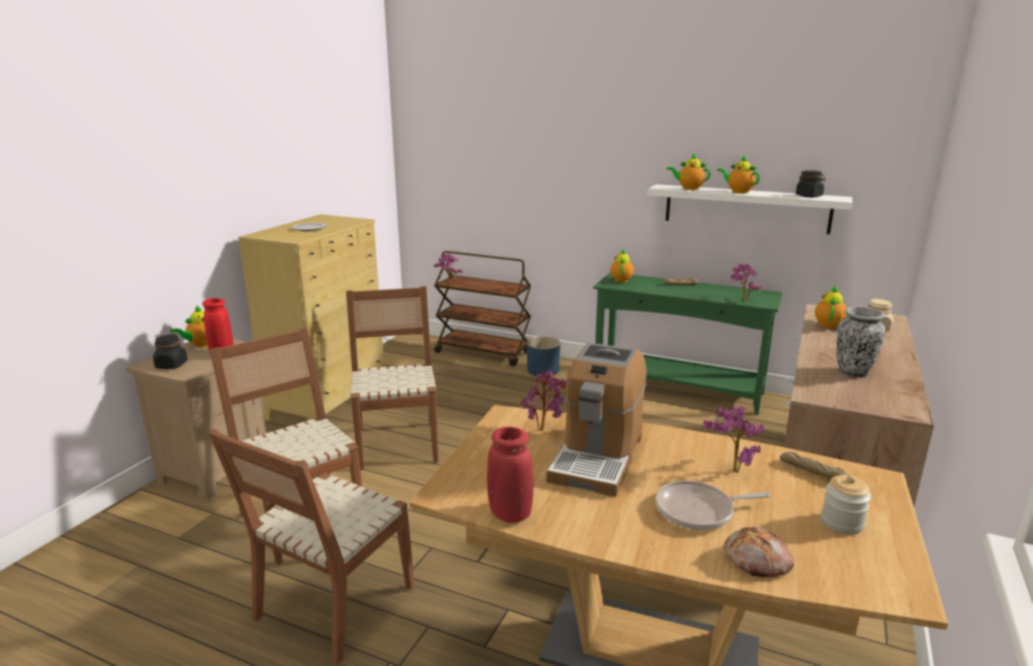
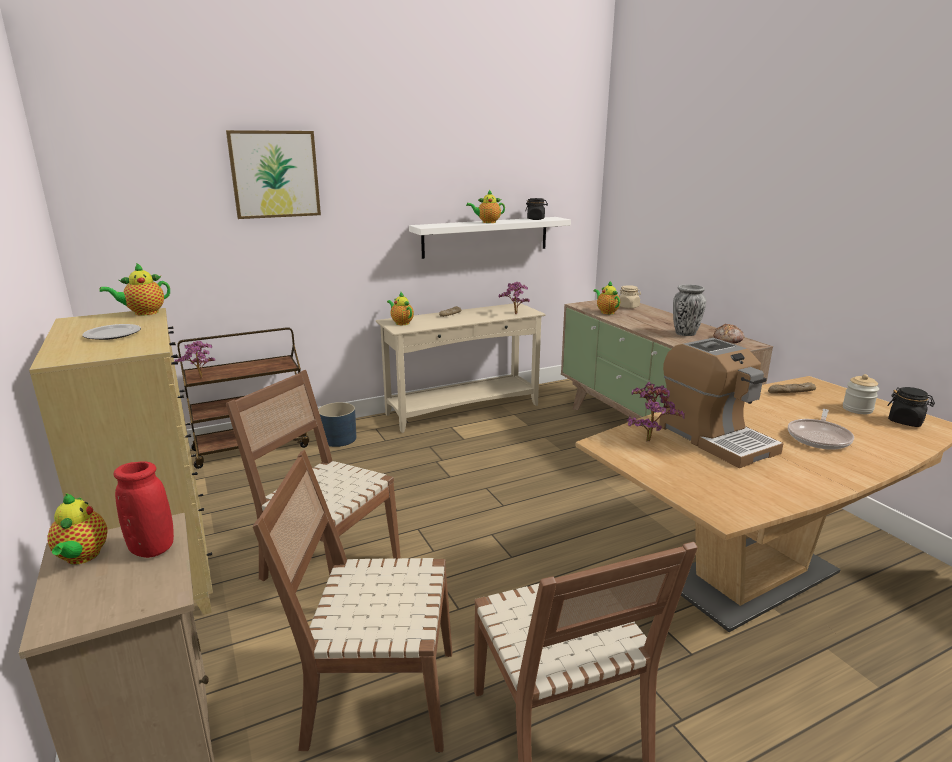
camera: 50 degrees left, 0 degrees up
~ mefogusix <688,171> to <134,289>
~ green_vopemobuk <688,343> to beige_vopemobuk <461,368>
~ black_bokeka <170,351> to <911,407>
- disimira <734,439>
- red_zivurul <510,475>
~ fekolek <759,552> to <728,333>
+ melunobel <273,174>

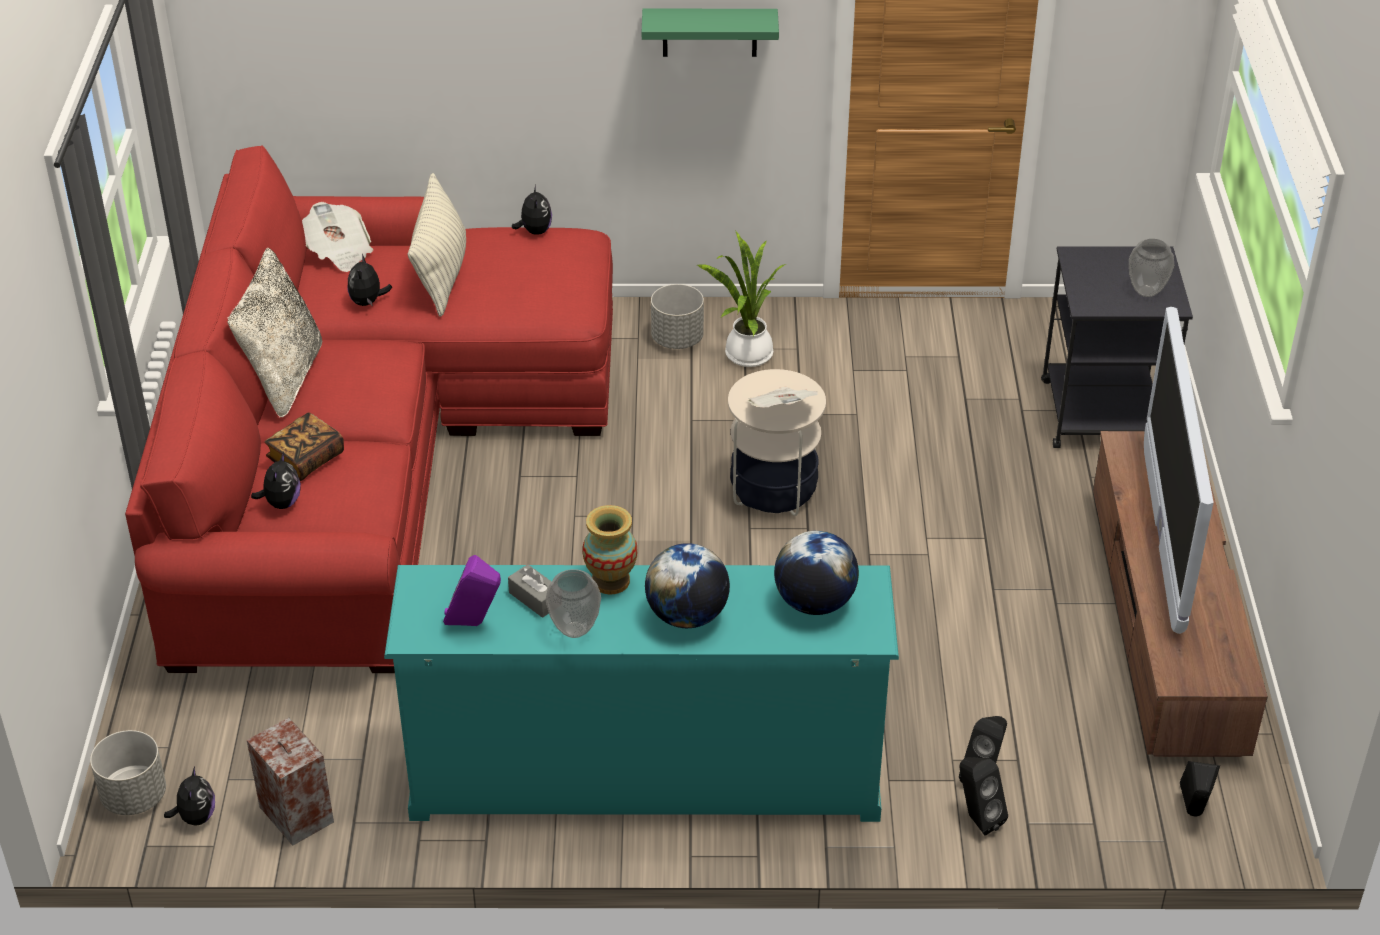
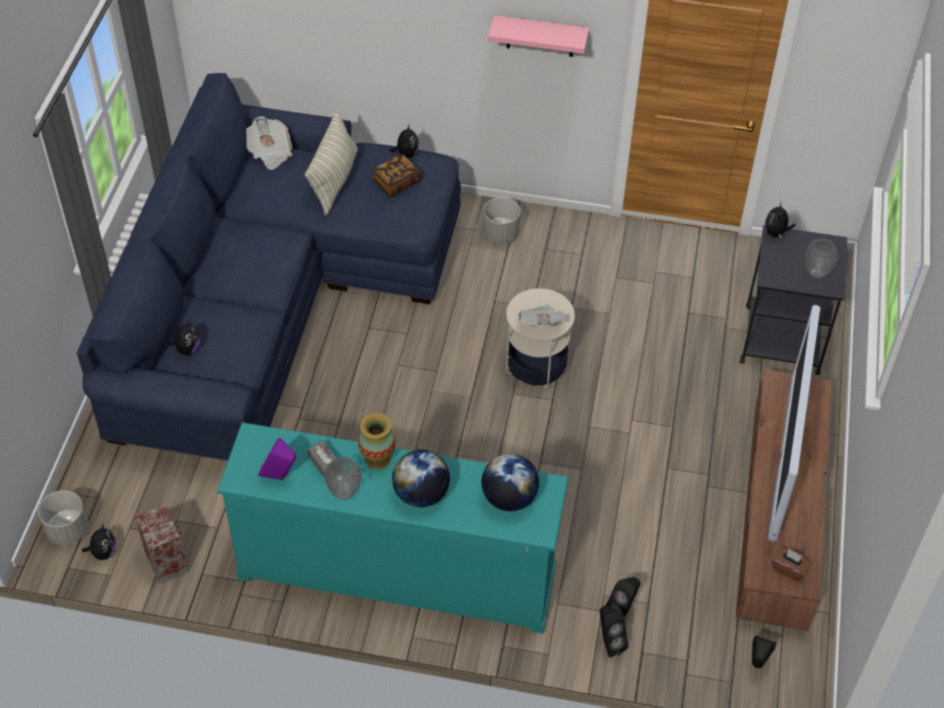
camera: 10 degrees right, 10 degrees up
~ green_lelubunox <710,33> to pink_lelubunox <538,36>
~ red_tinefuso <369,409> to blue_tinefuso <269,267>
- disimira <742,298>
- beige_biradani <274,333>
~ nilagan <370,280> to <780,220>
~ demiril <304,447> to <396,176>
+ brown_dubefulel <791,564>

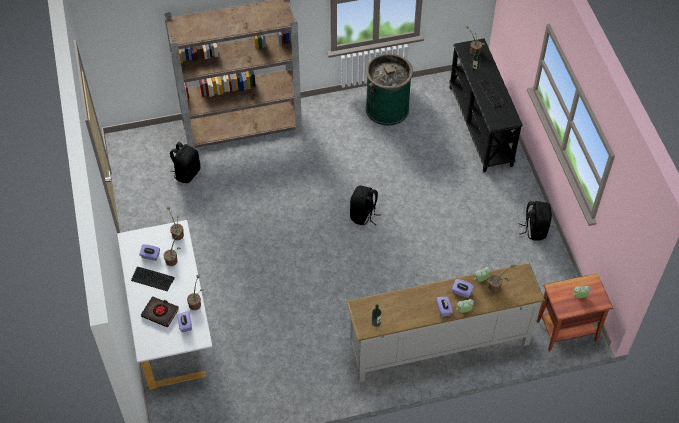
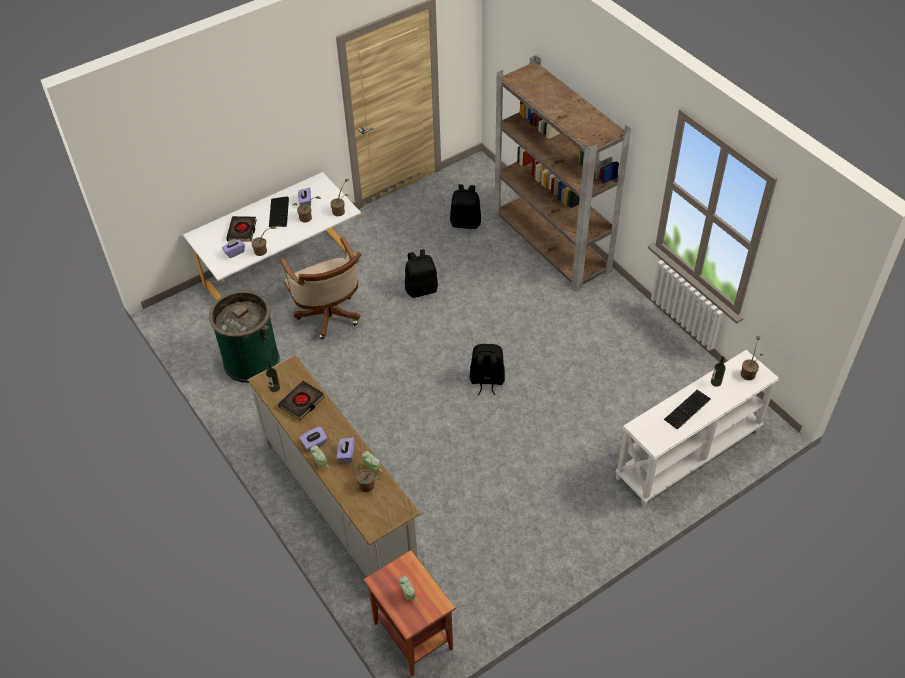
camera: 70 degrees right, 5 degrees down
~ black_vopemobuk <486,105> to white_vopemobuk <697,429>
~ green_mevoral <389,89> to <244,336>
~ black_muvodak <535,221> to <421,273>
+ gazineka <321,288>
+ black_demiril <301,400>

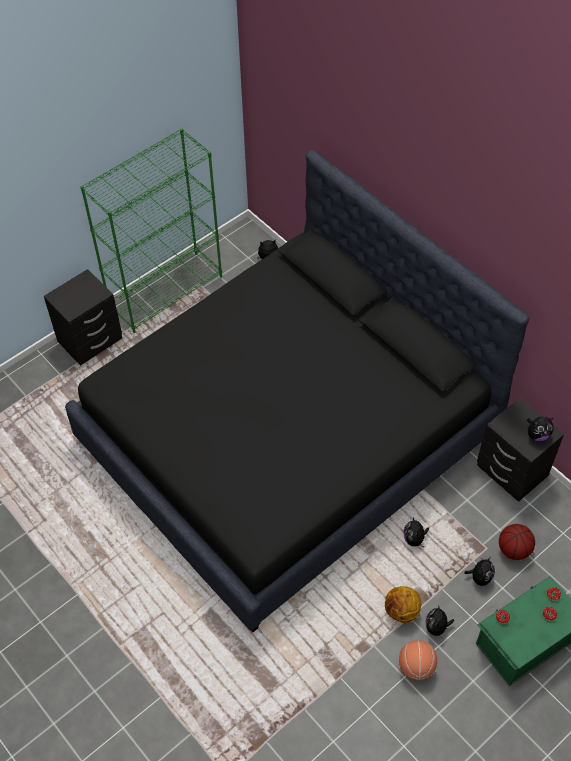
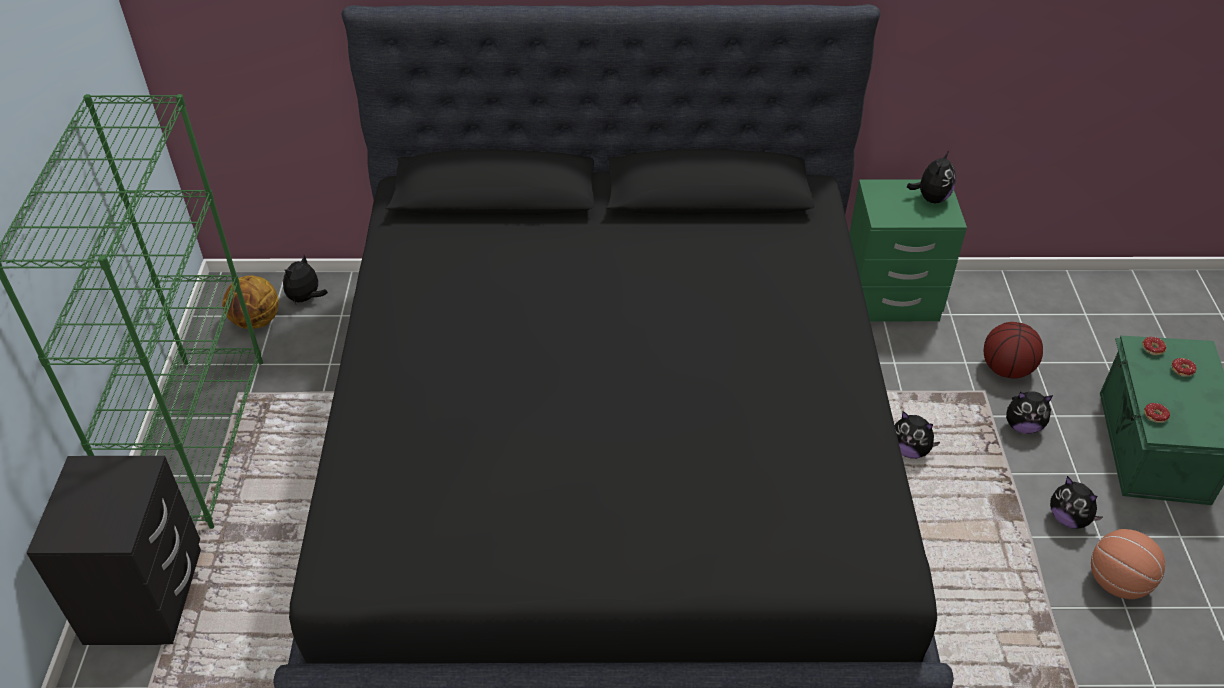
camera: 50 degrees left, 10 degrees down
~ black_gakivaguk <520,450> to green_gakivaguk <908,250>
~ nilagan <479,572> = <1029,413> 120 degrees clockwise
~ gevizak <403,604> to <250,302>

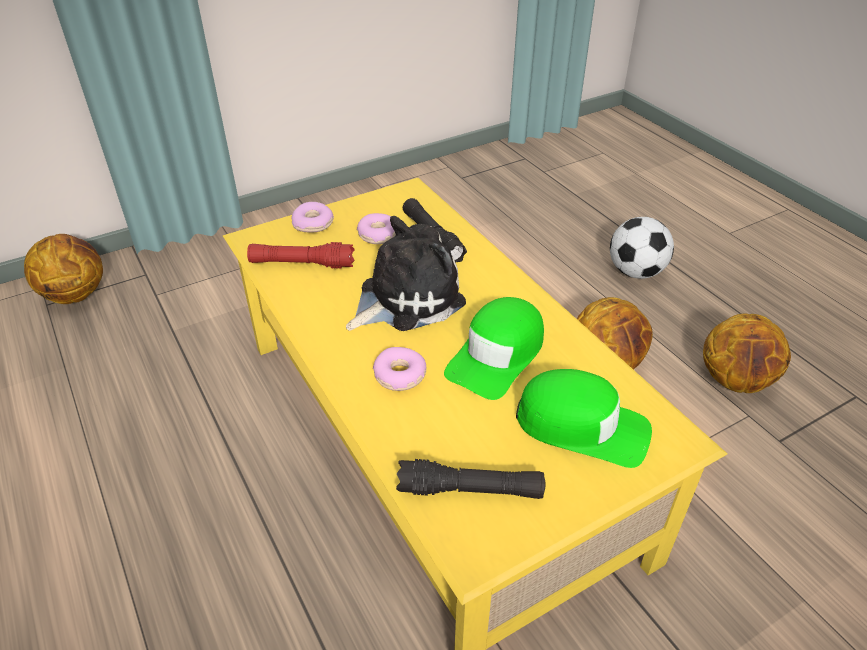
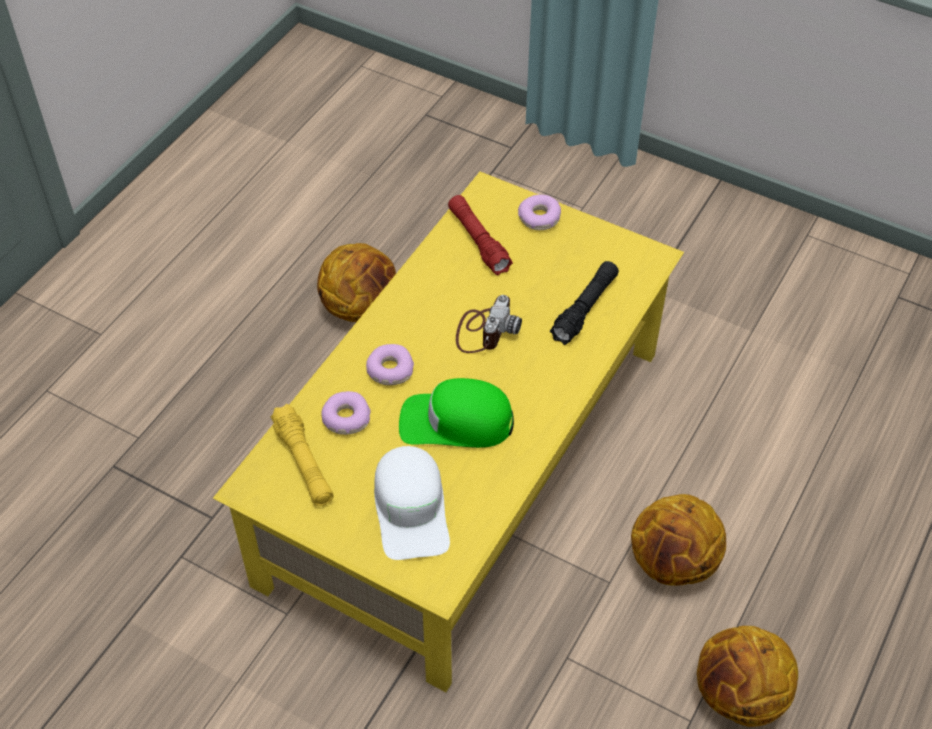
camera: 60 degrees right, 10 degrees up
~ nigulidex <376,228> to <346,413>
~ nilagan <406,273> to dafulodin <489,324>
- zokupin <642,248>
~ gevizak <63,269> to <356,282>
~ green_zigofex <584,418> to white_zigofex <412,503>
~ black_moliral <470,479> to yellow_moliral <302,455>

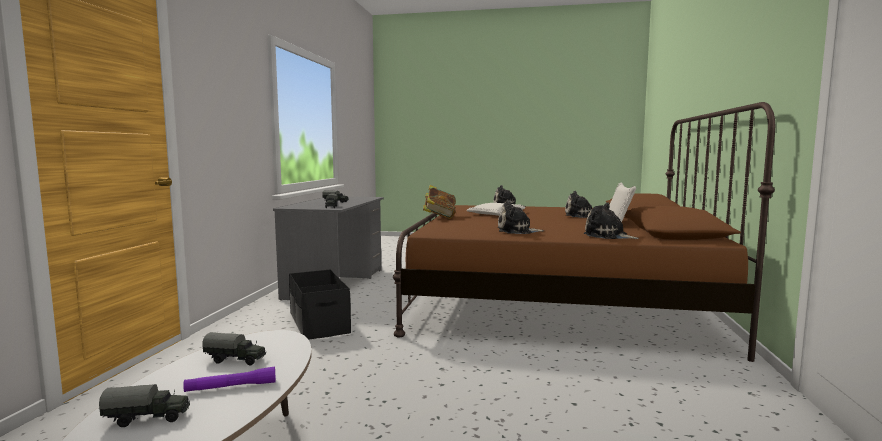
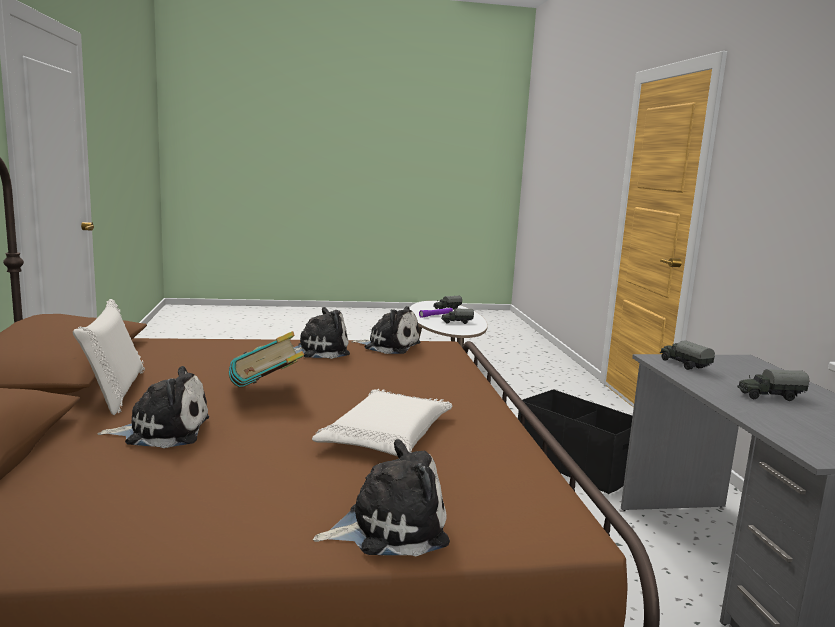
camera: 160 degrees right, 5 degrees up
~ demiril <439,202> to <266,359>
~ nilagan <611,220> to <386,330>

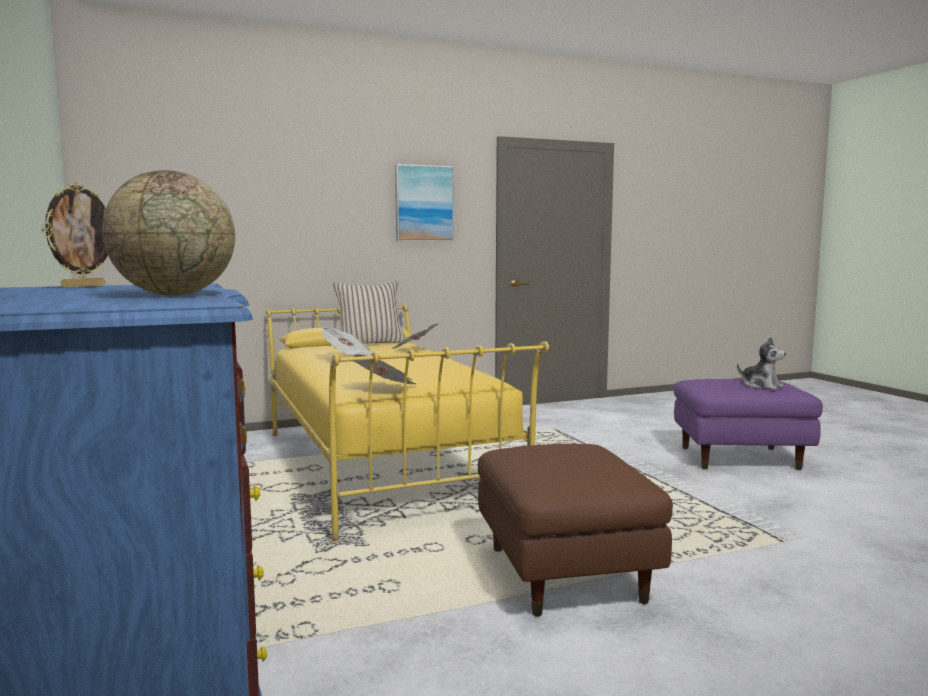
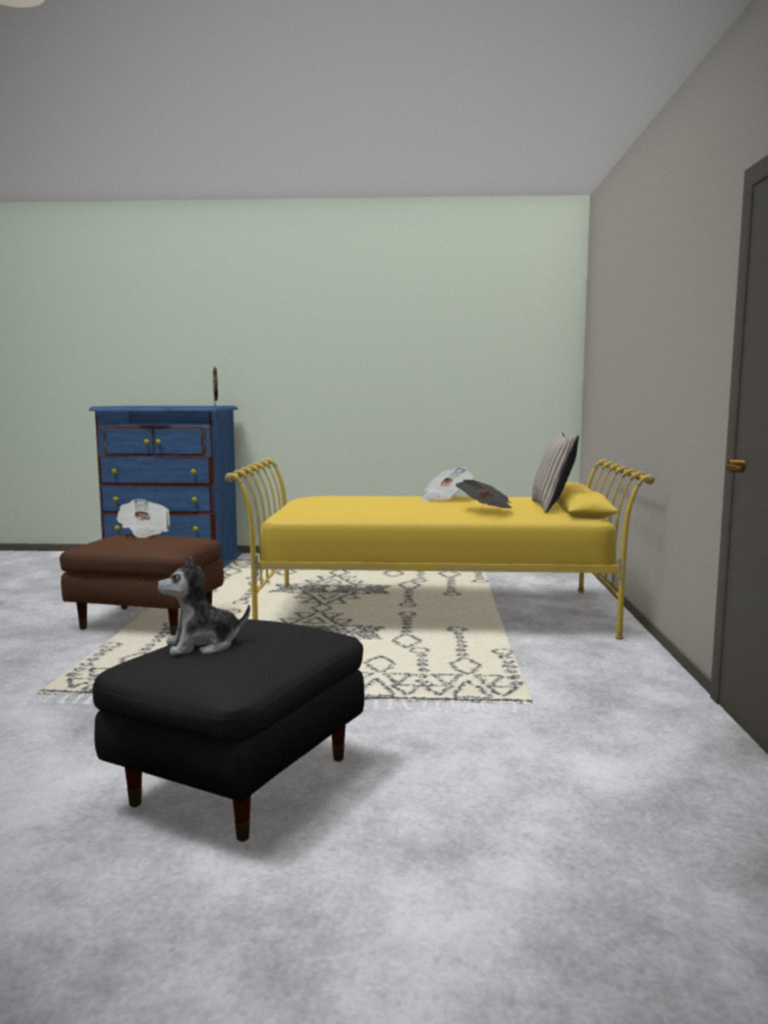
camera: 115 degrees right, 0 degrees up
- melunobel <424,202>
- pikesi <168,232>
~ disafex <384,369> to <143,518>
~ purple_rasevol <748,424> to black_rasevol <228,730>

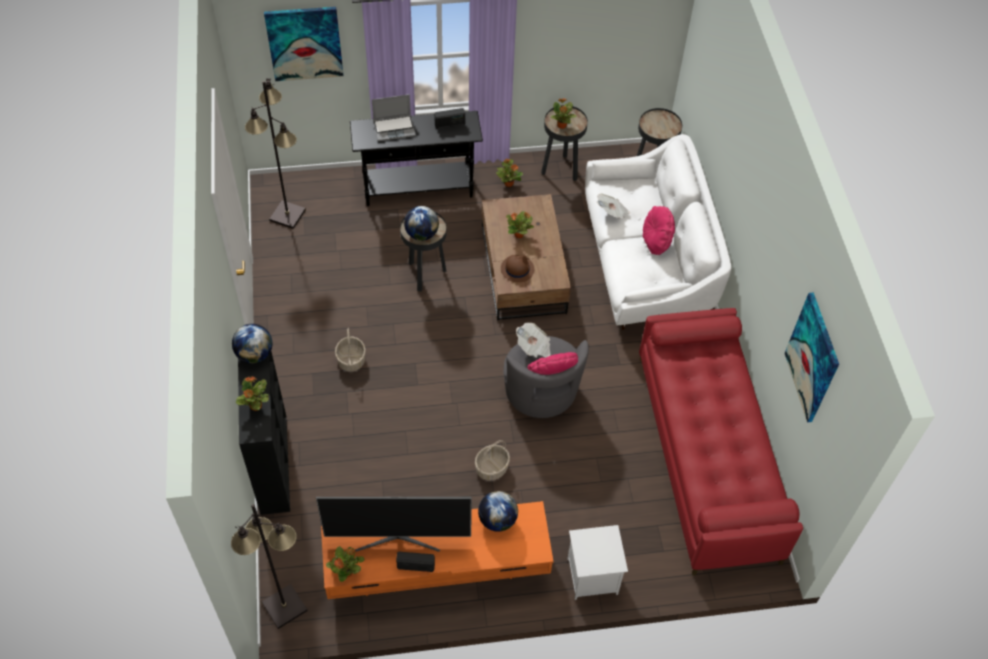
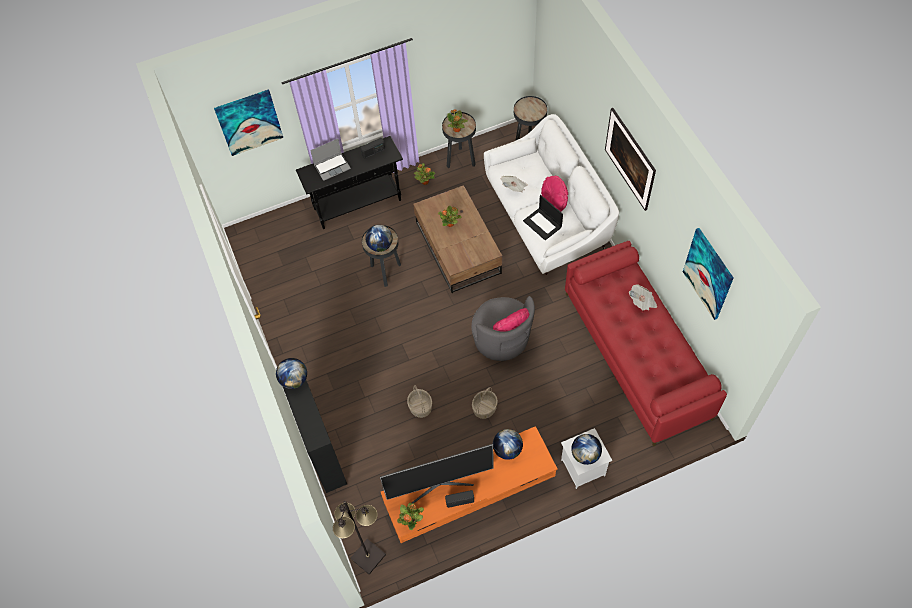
camera: 10 degrees left, 5 degrees up
- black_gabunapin <275,153>
- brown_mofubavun <518,268>
~ disafex <533,340> to <643,297>
~ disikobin <350,350> to <419,402>
- disimira <252,393>
+ melunobel <630,159>
+ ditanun <543,217>
+ pikesi <586,449>

